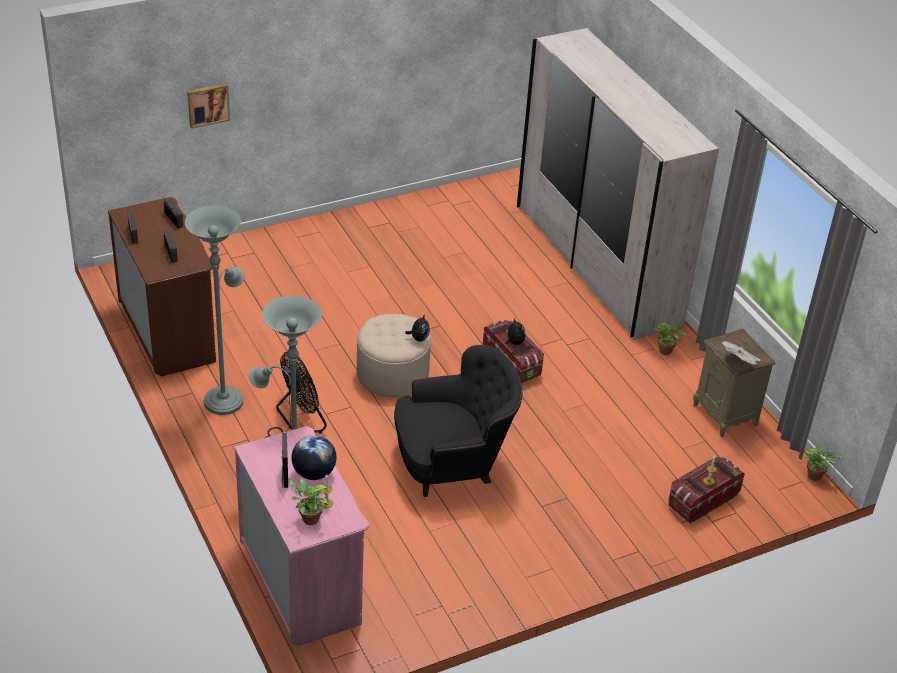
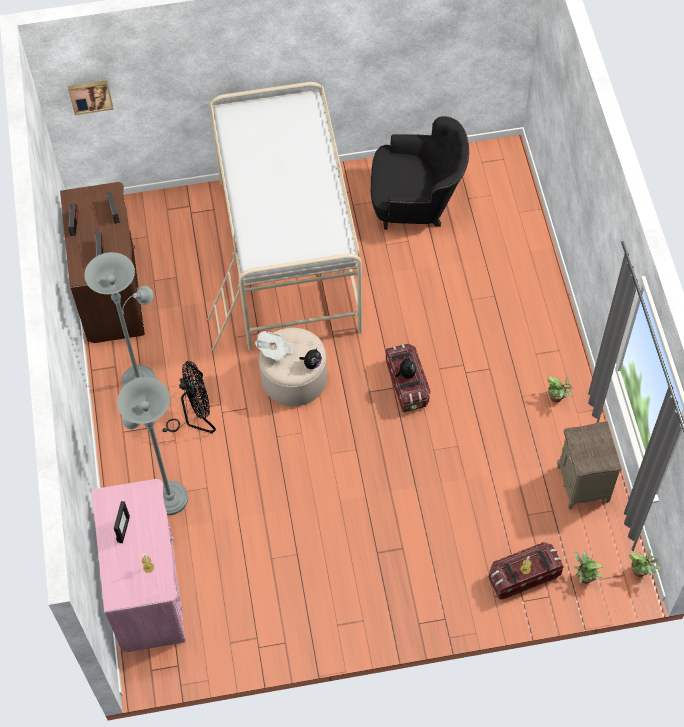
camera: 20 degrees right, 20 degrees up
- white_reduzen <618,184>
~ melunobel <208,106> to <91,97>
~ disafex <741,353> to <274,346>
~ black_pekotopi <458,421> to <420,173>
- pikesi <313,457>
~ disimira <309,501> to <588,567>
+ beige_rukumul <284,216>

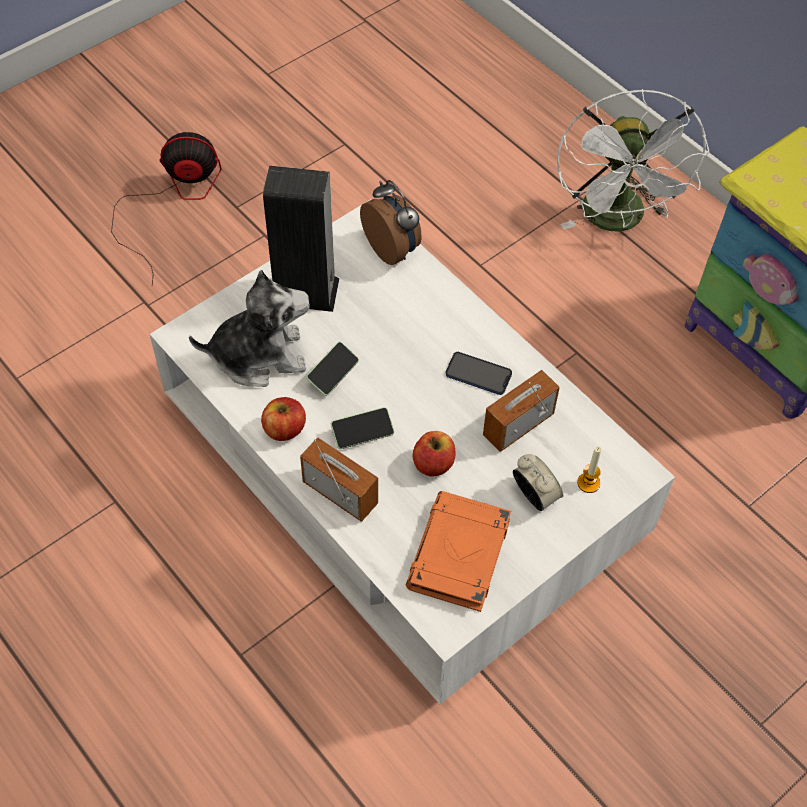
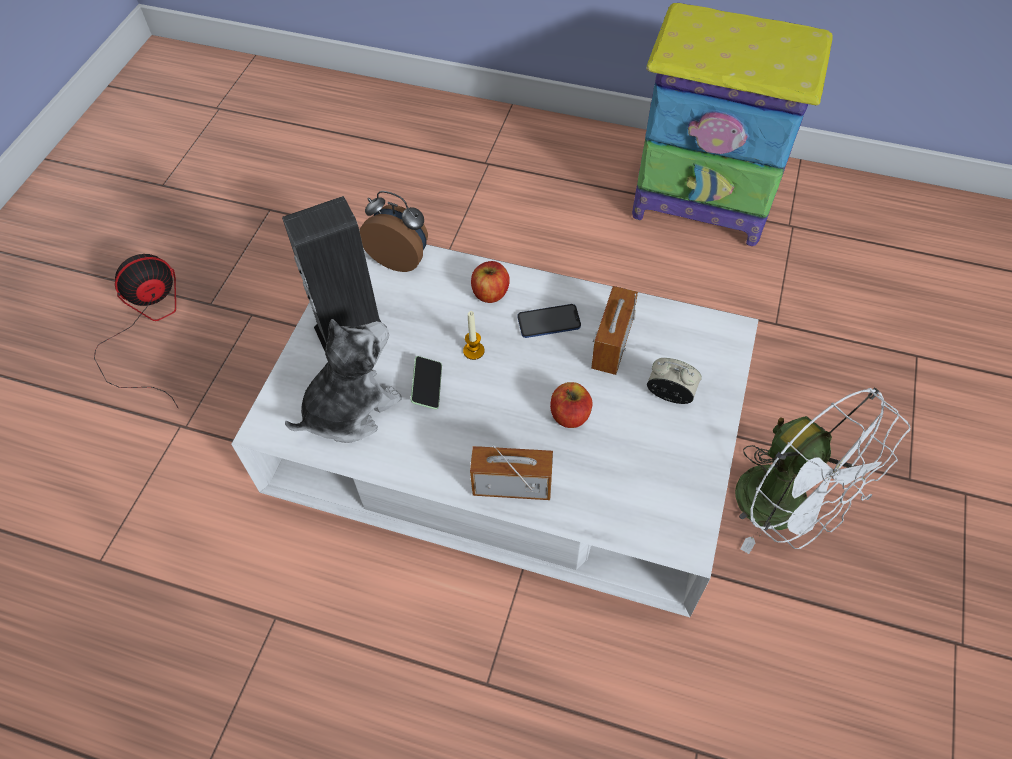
camera: 30 degrees left, 0 degrees up
~ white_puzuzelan <633,160> to <822,471>
~ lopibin <283,419> to <490,282>
- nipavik <362,428>
~ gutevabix <589,469> to <474,335>
- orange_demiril <458,551>

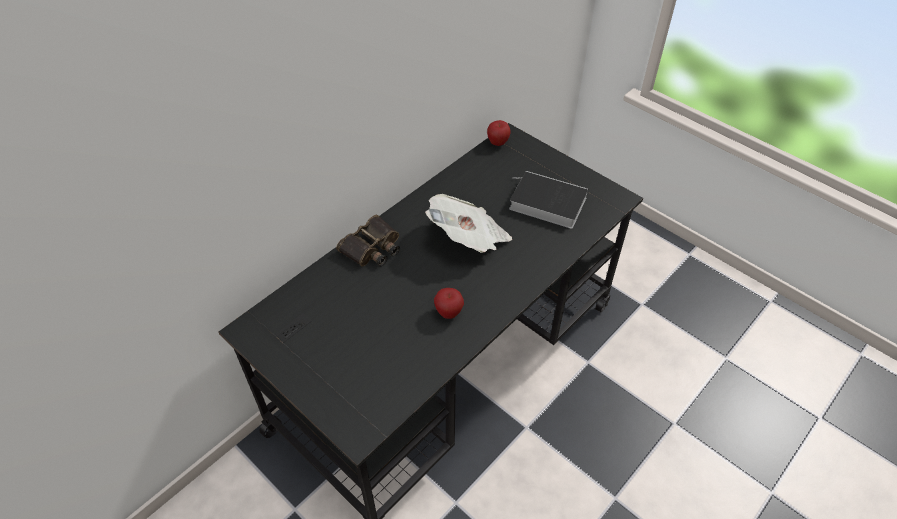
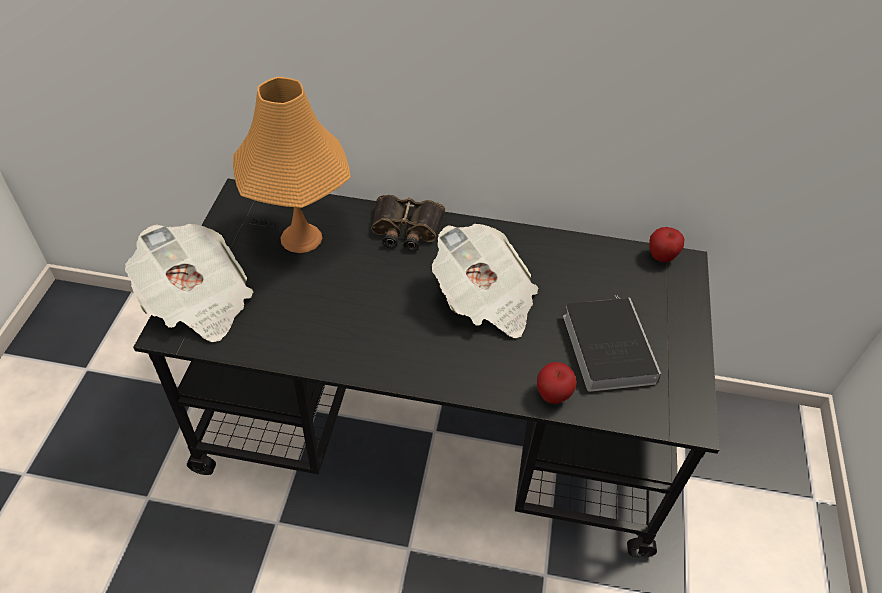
camera: 55 degrees right, 0 degrees up
~ lopibin <449,303> to <557,383>
+ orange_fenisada <292,165>
+ disafex <189,283>

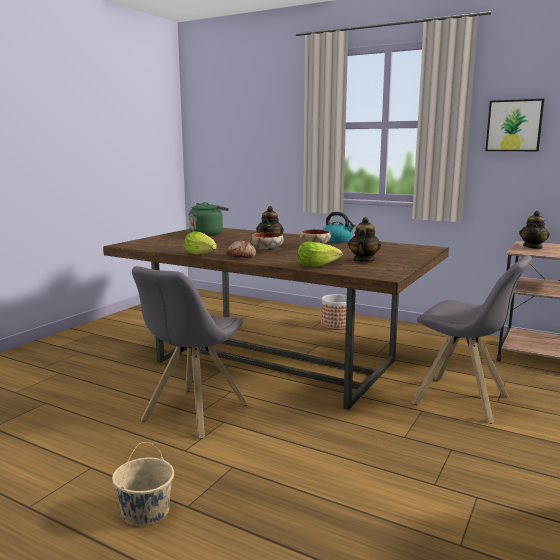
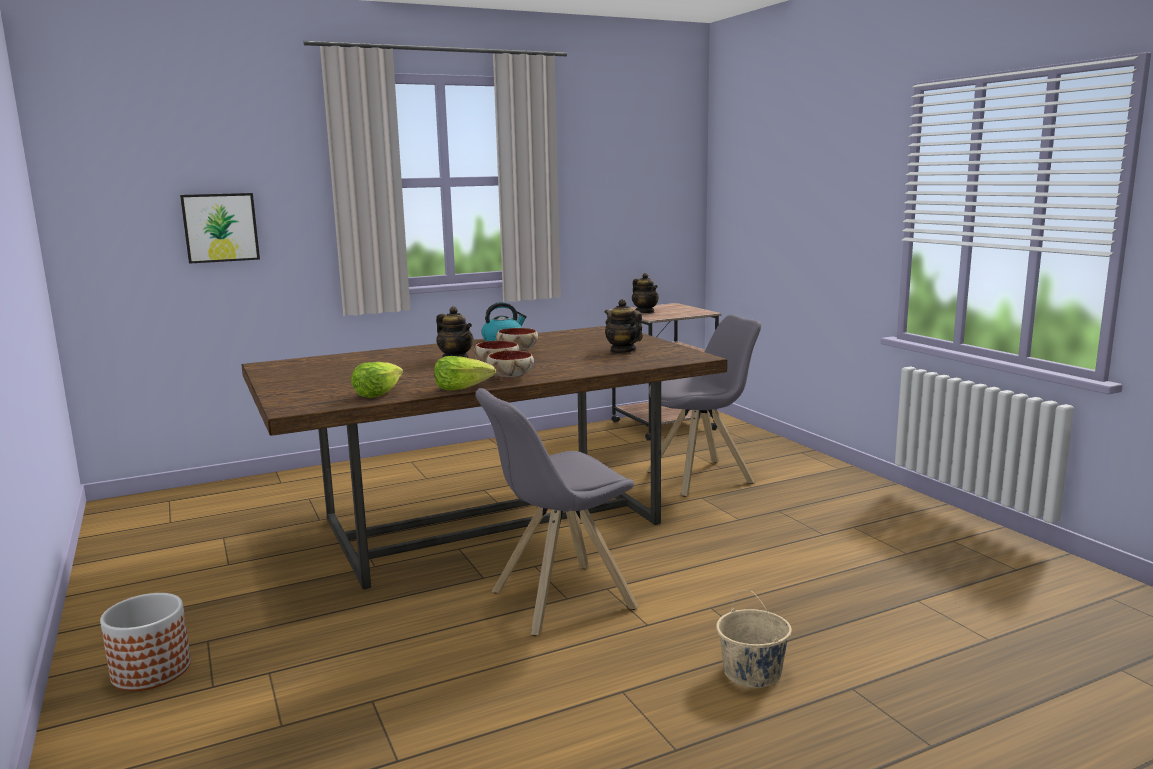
camera: 55 degrees left, 0 degrees up
~ melunobel <515,125> to <220,228>
- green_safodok <209,219>
~ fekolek <241,249> to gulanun <510,365>
~ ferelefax <320,254> to <377,380>
~ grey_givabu <190,352> = <556,512> 90 degrees clockwise
~ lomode <334,312> to <145,642>

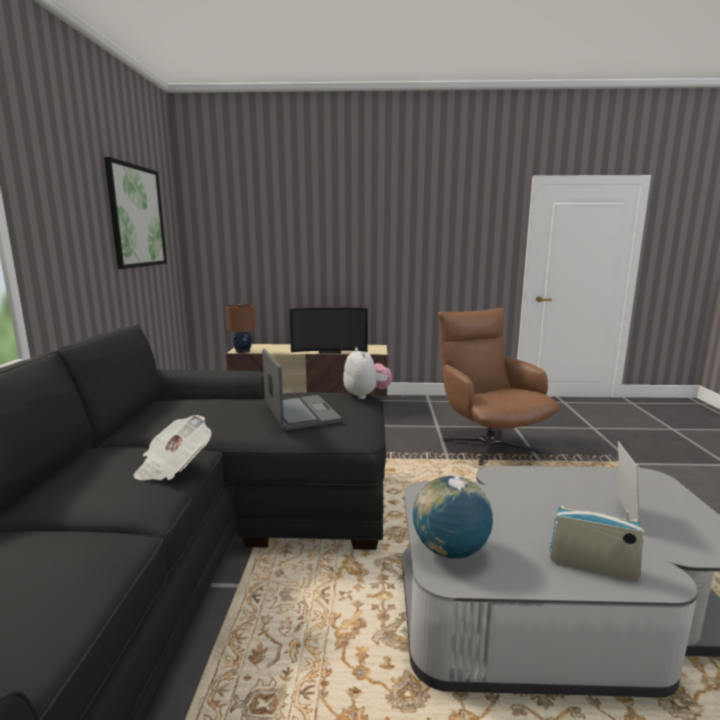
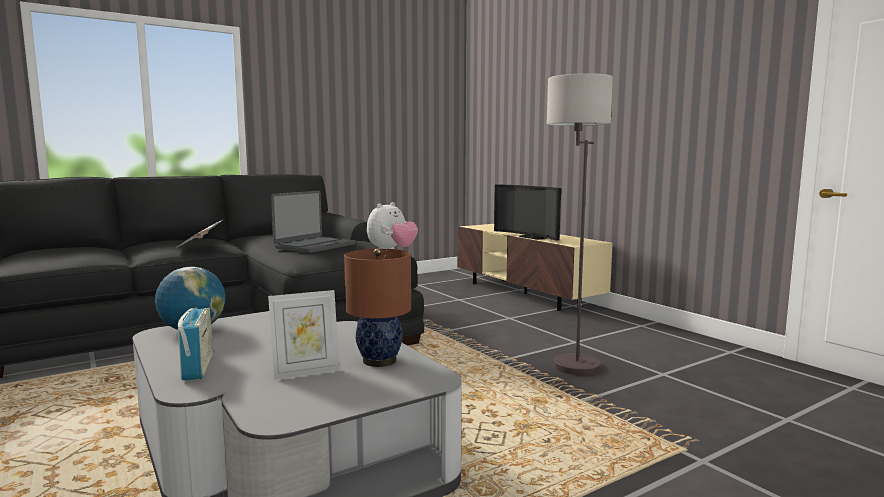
camera: 55 degrees right, 5 degrees down
- melunobel <135,213>
~ brown_fenisada <240,328> to <377,307>
~ brown_pekotopi <499,386> to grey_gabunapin <580,224>

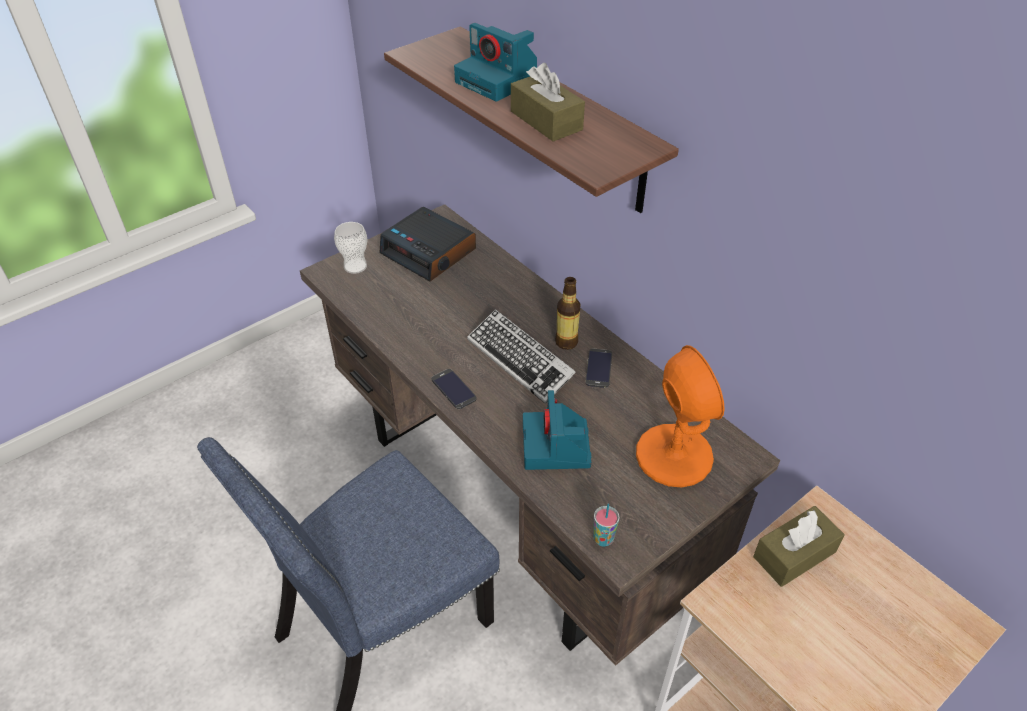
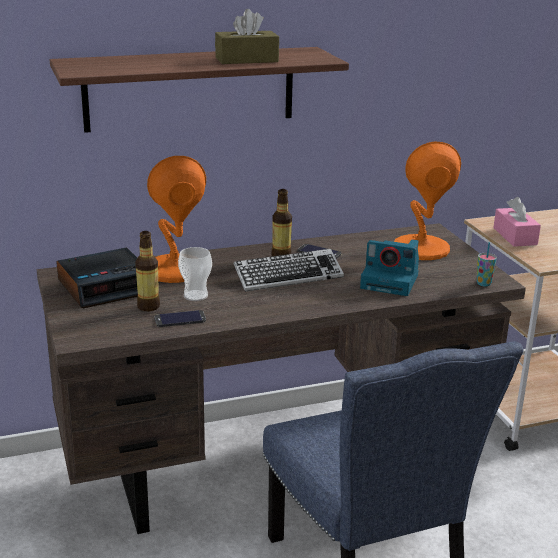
camera: 70 degrees left, 20 degrees down
- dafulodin <495,62>
~ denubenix <351,248> to <195,274>
~ nipavik <454,389> to <180,318>
~ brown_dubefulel <799,546> to pink_dubefulel <517,222>
+ orange_fenisada <176,219>
+ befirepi <147,271>

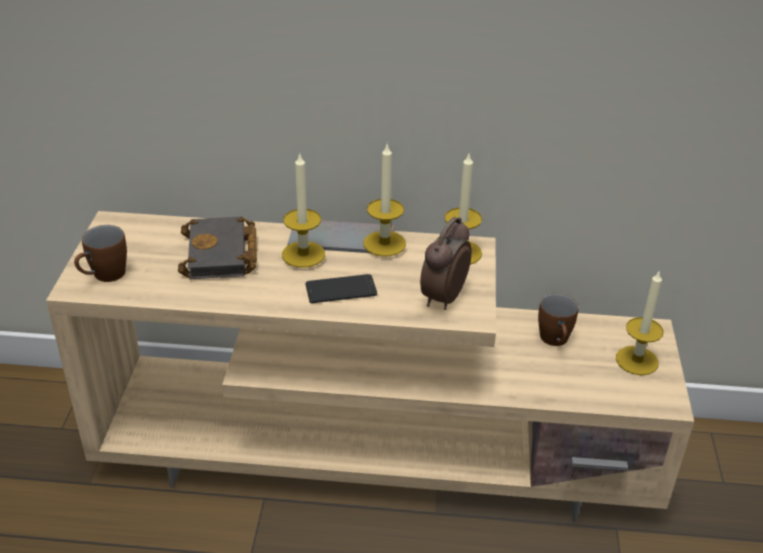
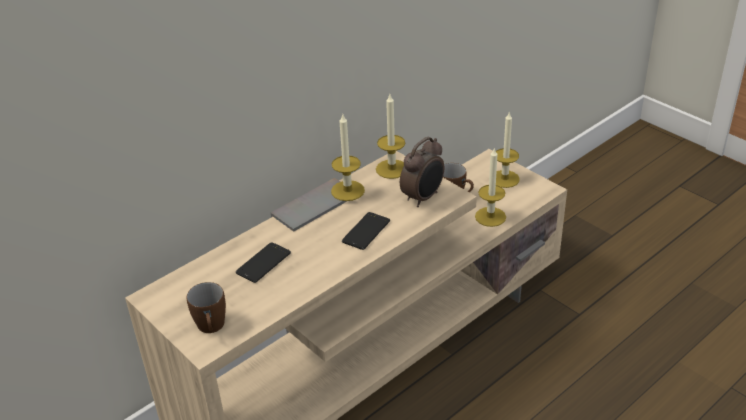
camera: 45 degrees left, 0 degrees up
~ gutevabix <303,210> to <490,187>
~ black_demiril <217,248> to nipavik <263,262>
~ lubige <446,263> = <422,172> 120 degrees counterclockwise

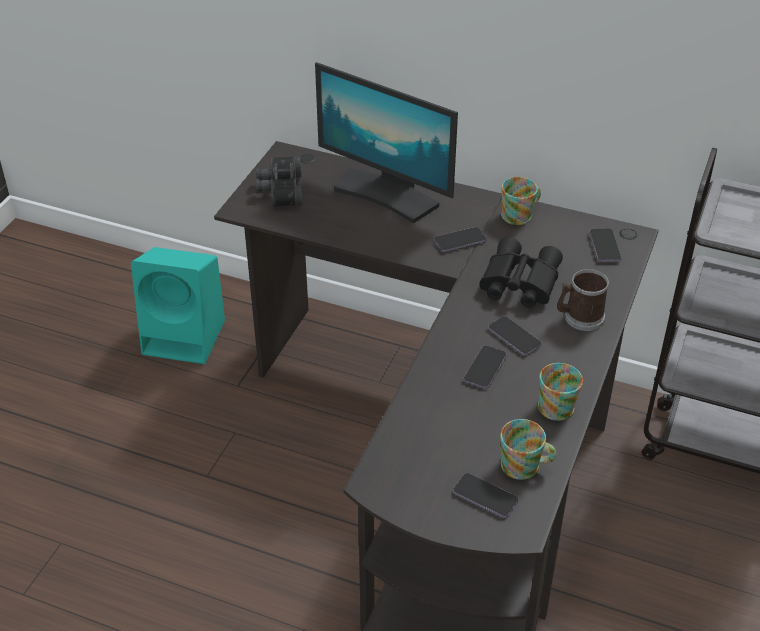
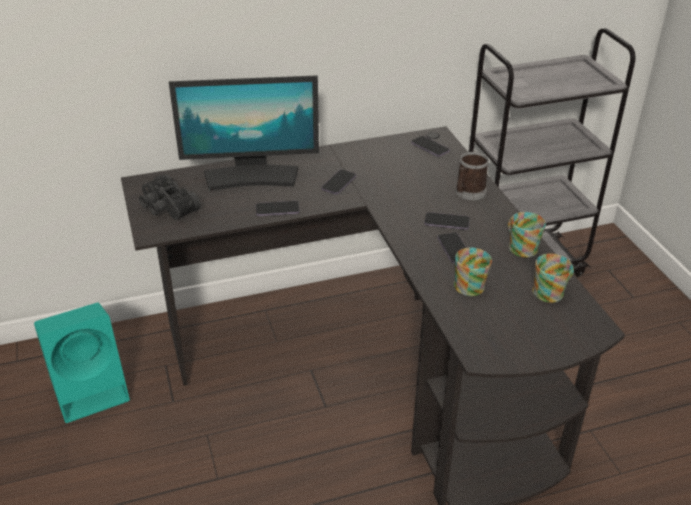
camera: 40 degrees left, 5 degrees down
~ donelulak <521,201> to <473,272>
- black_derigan <521,272>
~ nipavik <486,495> to <278,208>

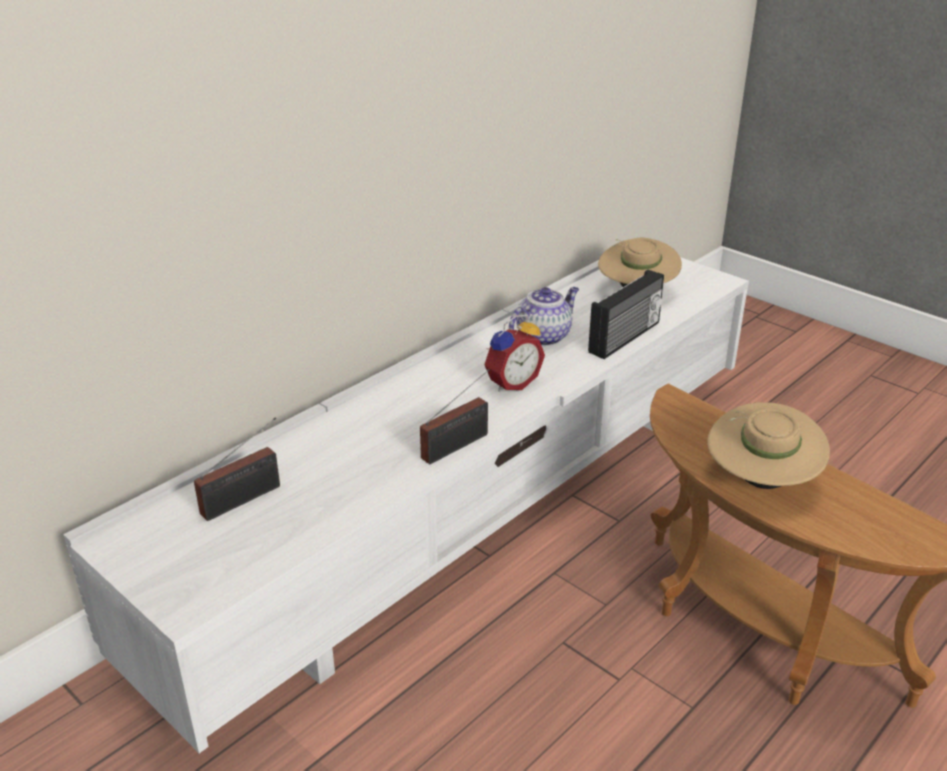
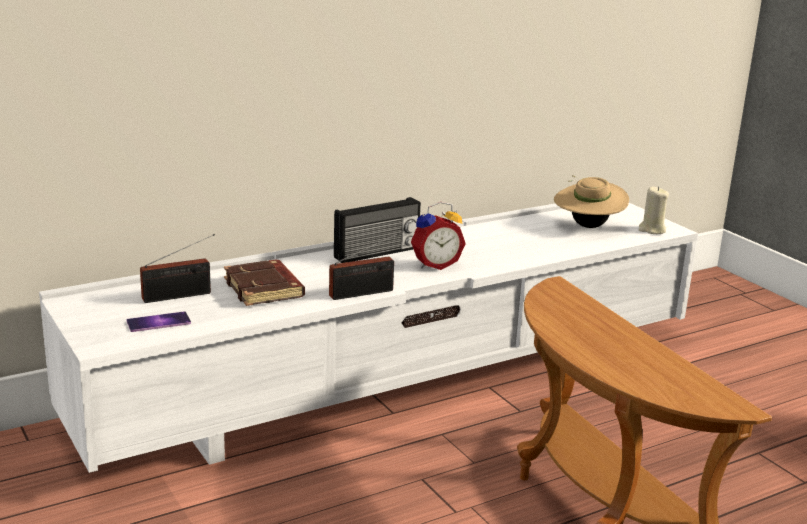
camera: 15 degrees right, 10 degrees down
~ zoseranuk <626,314> to <377,230>
- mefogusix <544,316>
- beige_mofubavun <768,445>
+ beige_gutevabix <654,210>
+ brown_demiril <264,283>
+ nipavik <159,321>

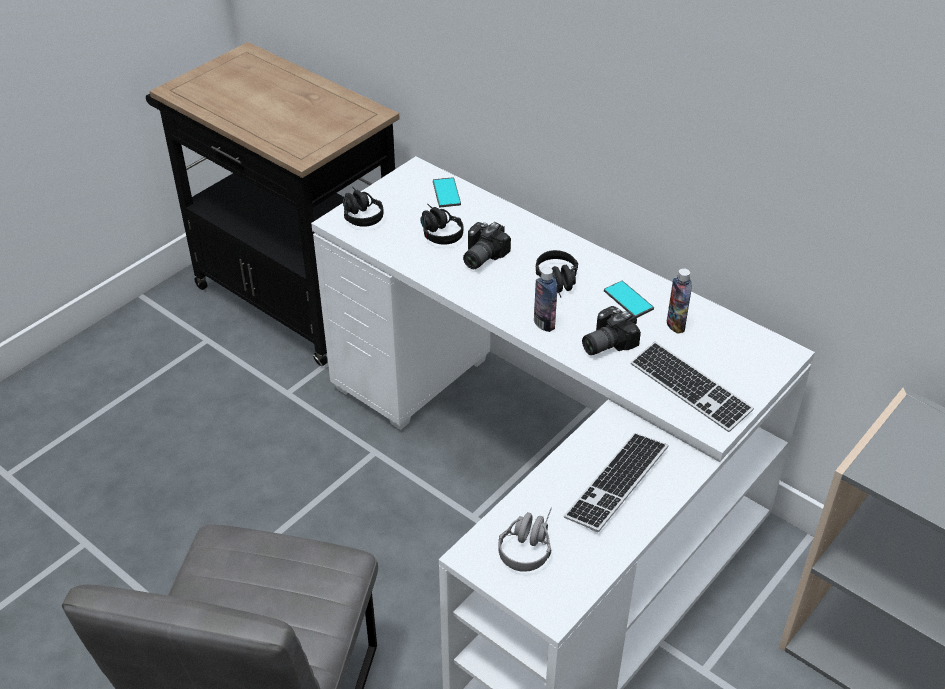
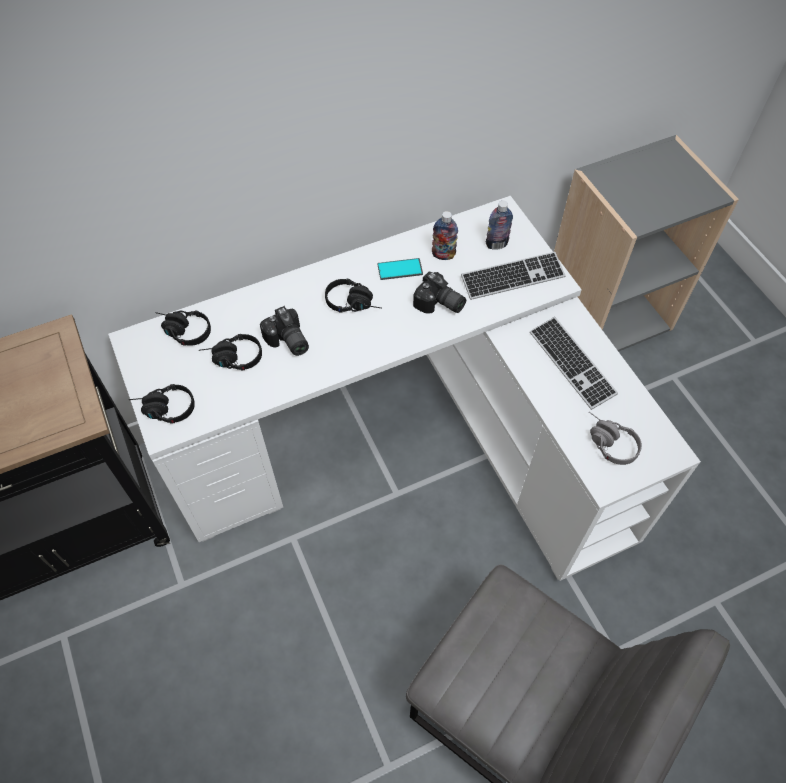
camera: 65 degrees left, 15 degrees up
~ nipavik <447,192> to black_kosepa <183,328>
~ befirepi <545,299> to <499,225>
~ dafulodin <611,330> = <439,292> 45 degrees counterclockwise

